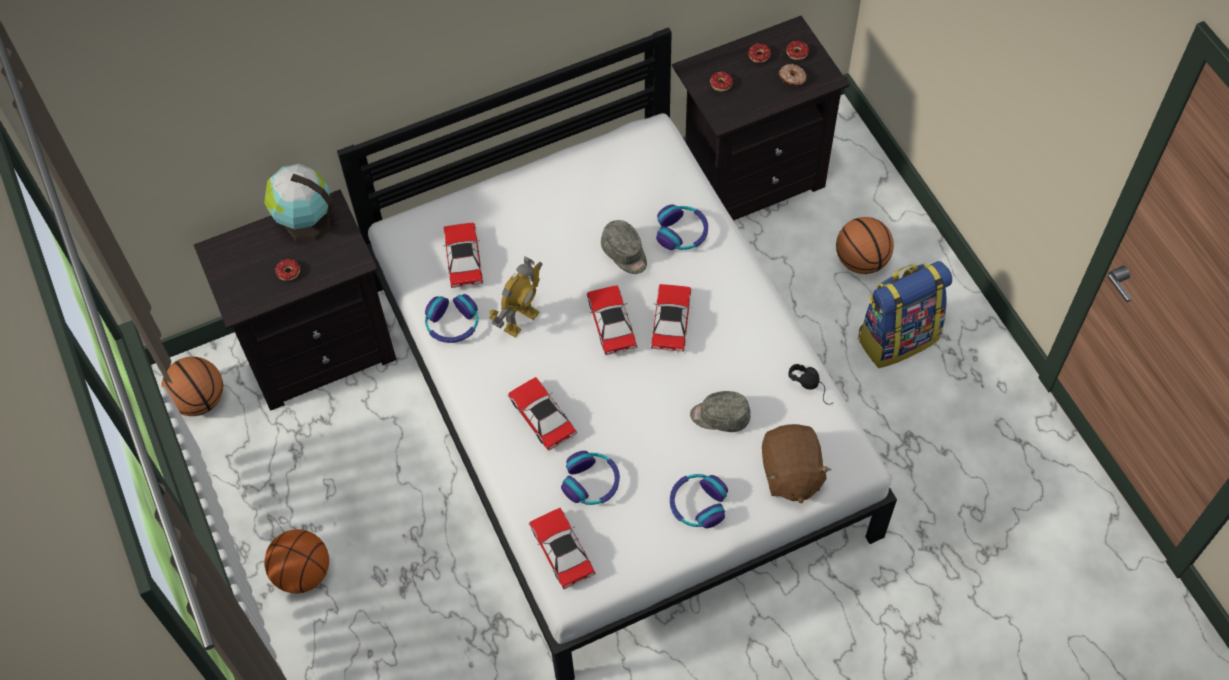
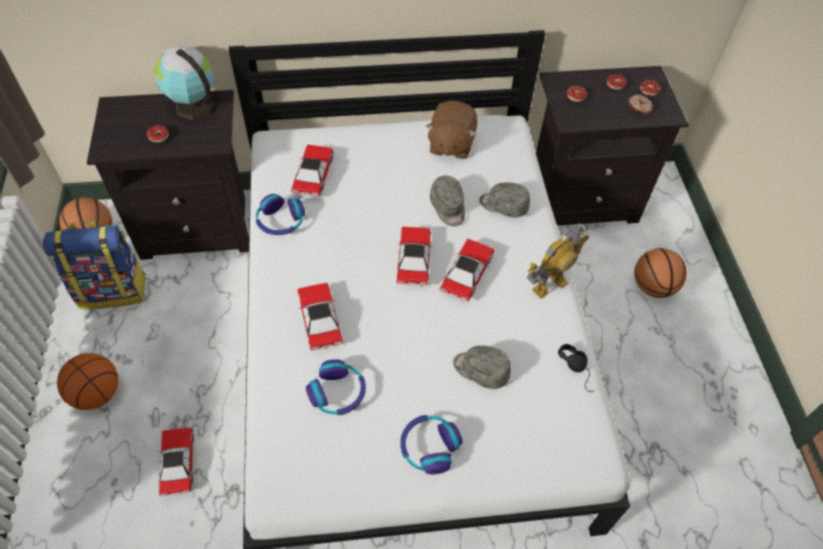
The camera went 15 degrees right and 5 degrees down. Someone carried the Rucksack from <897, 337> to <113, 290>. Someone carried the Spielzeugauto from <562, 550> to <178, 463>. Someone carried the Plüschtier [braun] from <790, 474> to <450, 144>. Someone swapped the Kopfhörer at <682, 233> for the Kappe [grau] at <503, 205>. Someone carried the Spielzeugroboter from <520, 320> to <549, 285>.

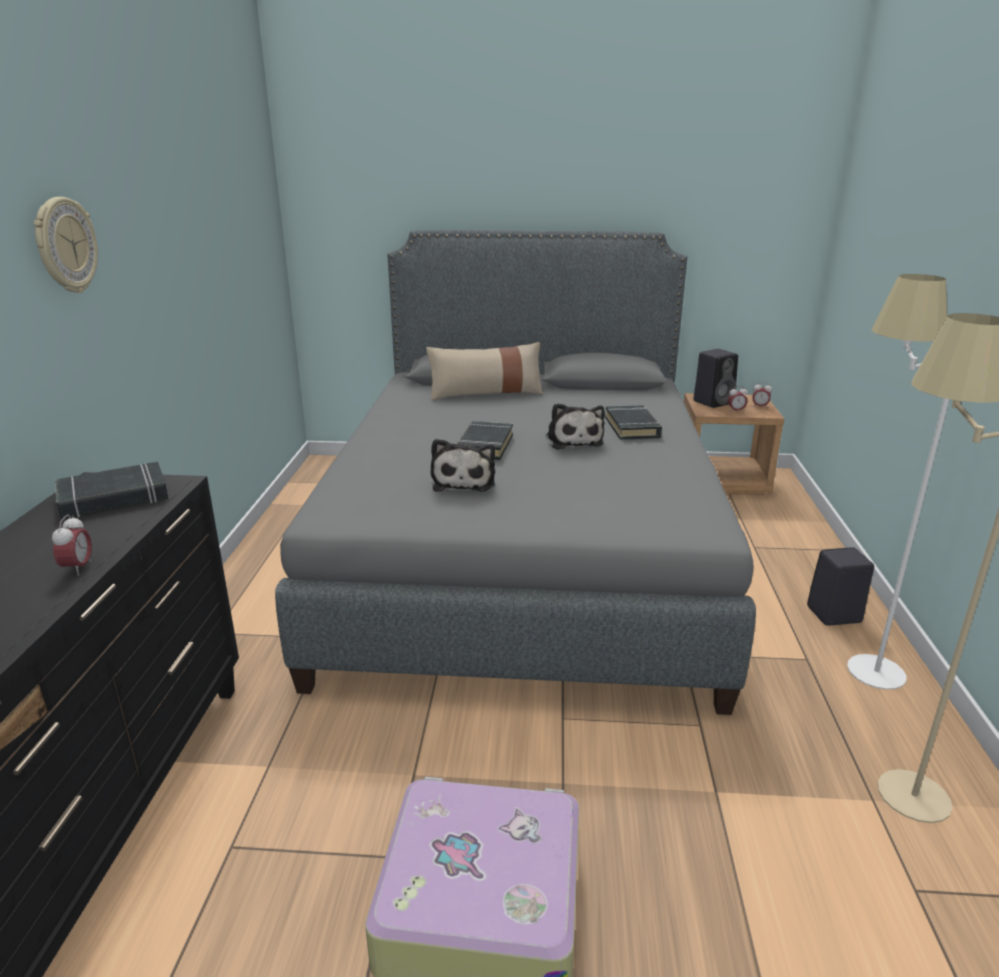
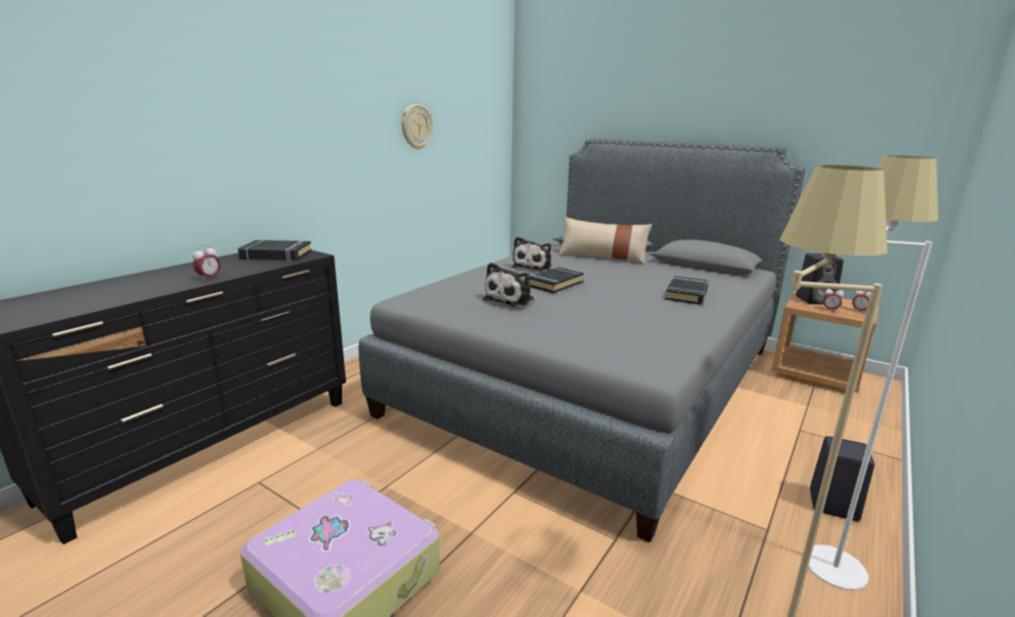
The camera went 30 degrees right and 5 degrees down. Someone carried the Wanduhr from <65, 245> to <416, 127>. Someone carried the Plüschtier from <573, 440> to <533, 266>.

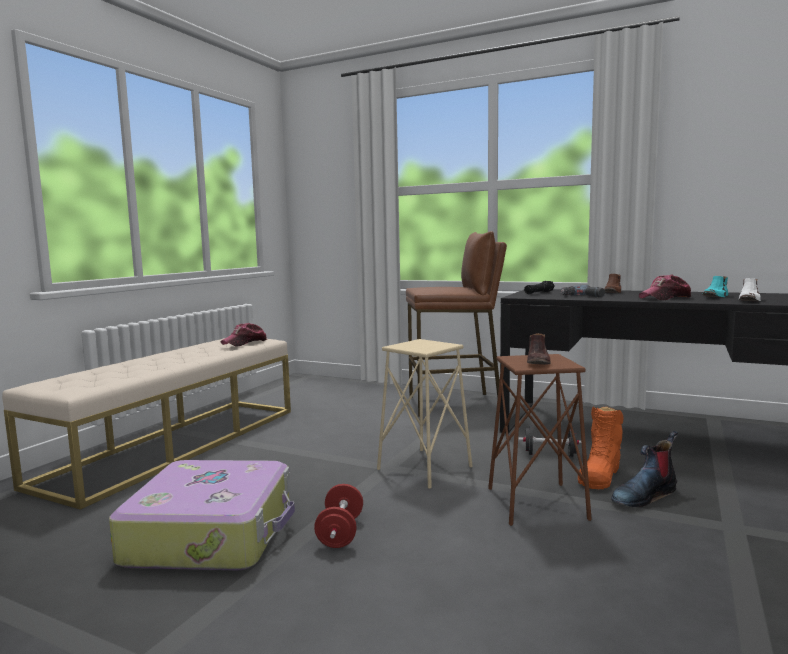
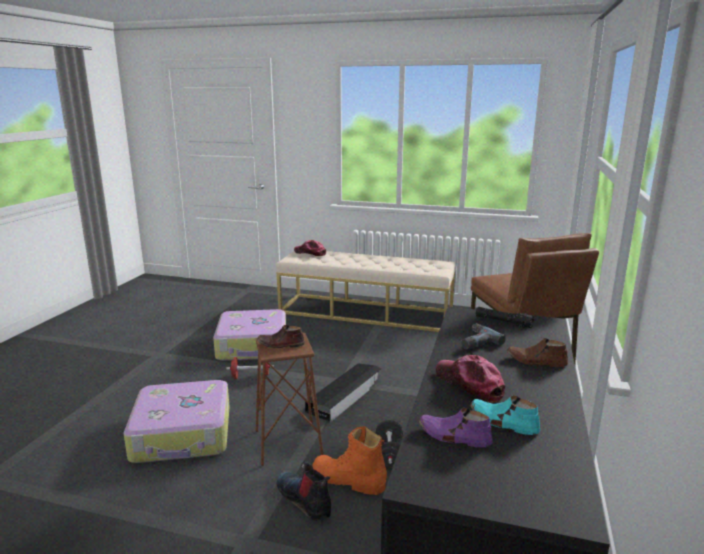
The camera went 80 degrees right and 10 degrees up. Someone put down the Koffer at <183, 434>. Someone carried the Kappe from <245, 342> to <310, 253>. Someone swapped the Hocker [beige] at <425, 468> for the Aufbewahrungsbox [schwarz] at <345, 395>. Someone repainted the Schuh [weiß] at <749, 300>, which became the Schuh [lila] at <454, 436>.

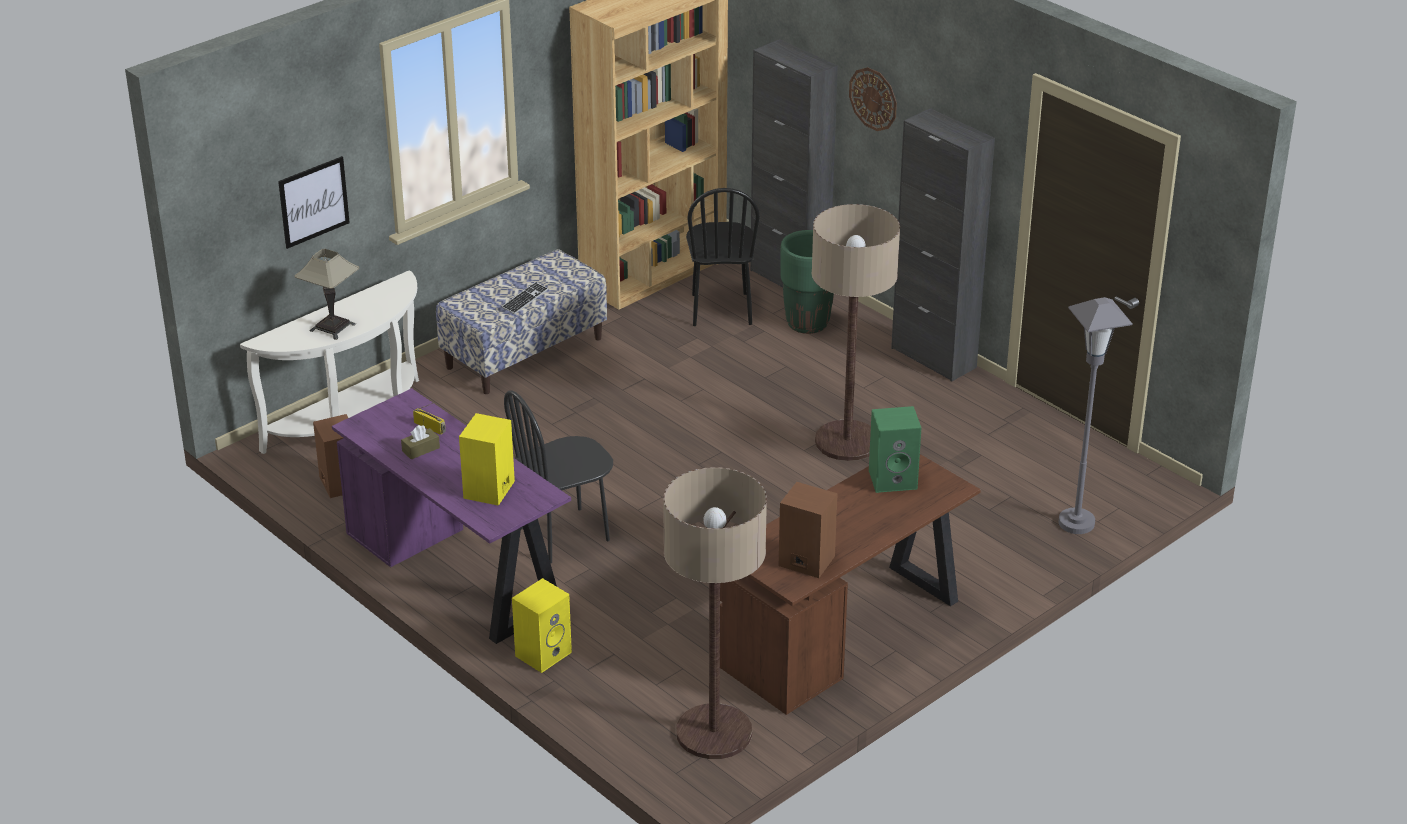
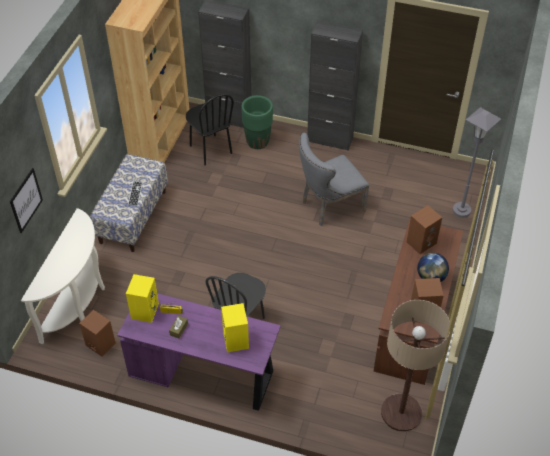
The camera went 30 degrees left and 15 degrees up. Someone carried the Lautsprecher [gelb] from <543, 653> to <144, 310>. Someone swapped the Stehlampe at <847, 441> for the Stuhl [grau] at <329, 206>. Someone repainted the Lautsprecher [grün] at <894, 479>, which became the Lautsprecher [braun] at <421, 242>. Someone put down the Globus at <430, 277>. Someone took away the Tischlampe at <332, 327>. Someone took away the Wanduhr at <873, 98>.

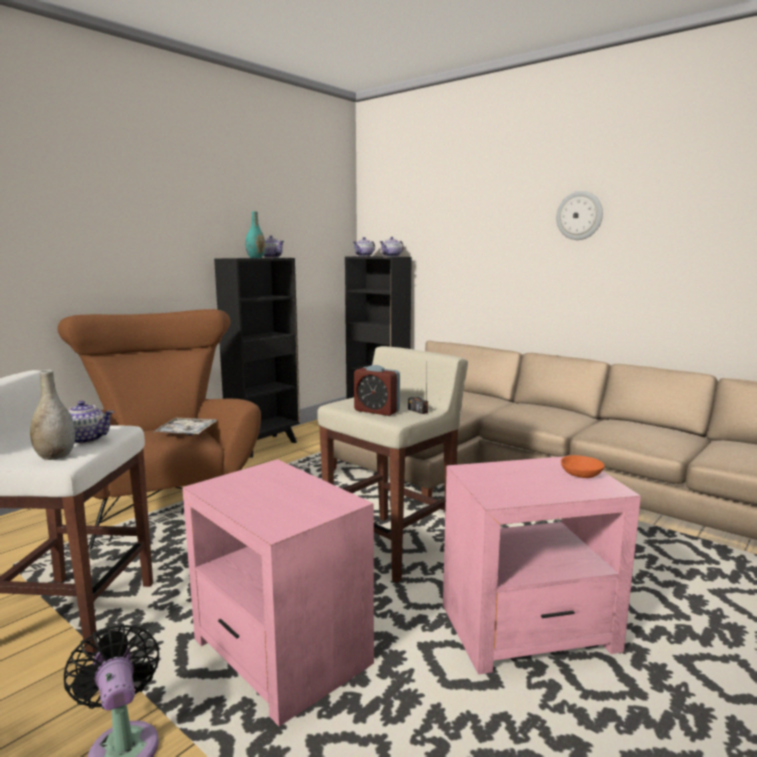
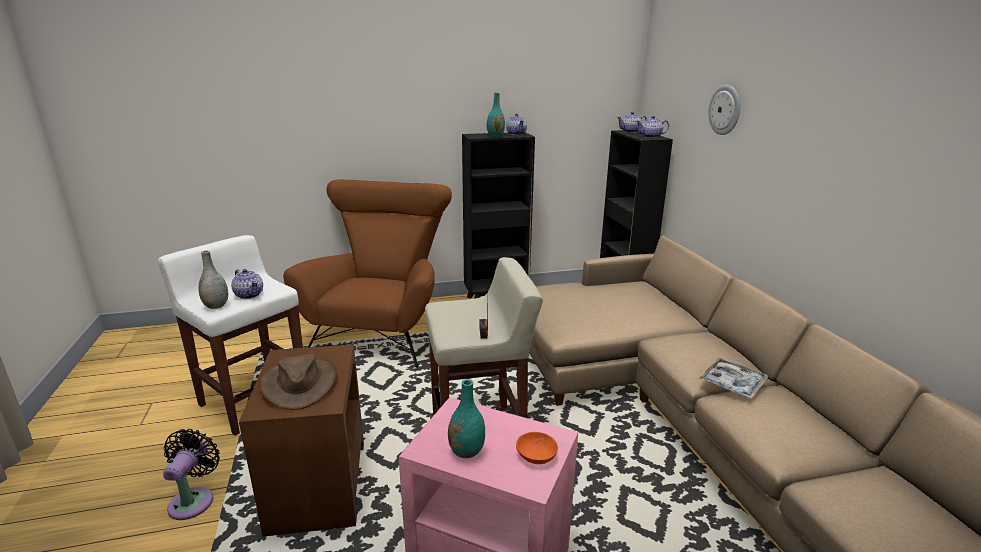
The camera went 35 degrees right and 10 degrees up. Someone repainted the Beistelltisch [rosa] at <281, 653>, which became the Beistelltisch [braun] at <317, 486>. Someone put down the Hut [braun] at <299, 384>. Someone put down the Vase [türkis] at <466, 451>. Someone carried the Tablett from <187, 432> to <732, 383>. Someone carried the Wanduhr from <579, 215> to <725, 110>. Someone took away the Wecker at <376, 411>.

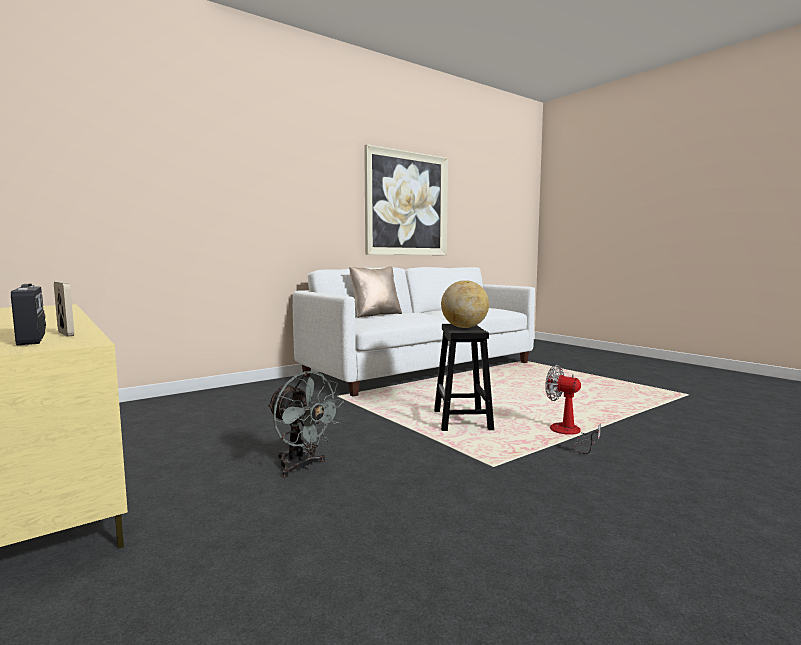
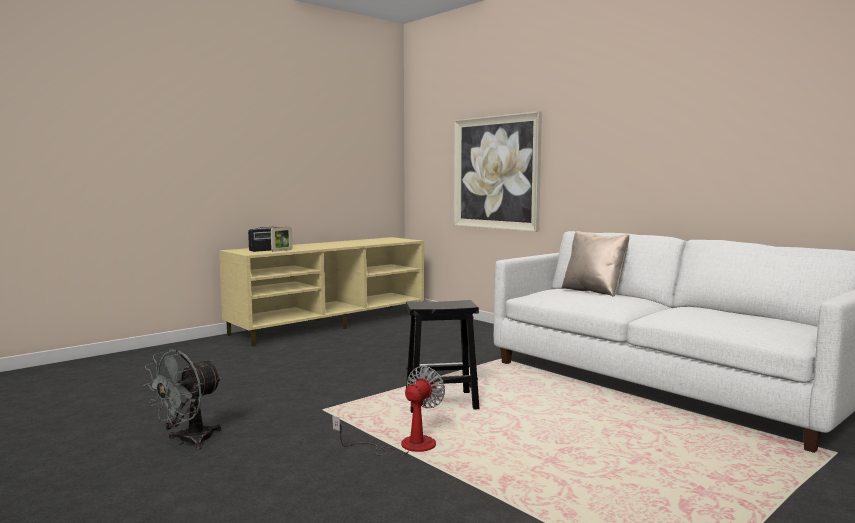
The camera went 85 degrees right and 0 degrees up. Someone carried the Ventilator [grau] from <302, 467> to <188, 441>. Someone carried the Bild from <407, 204> to <496, 172>. Someone took away the Globus at <464, 327>.

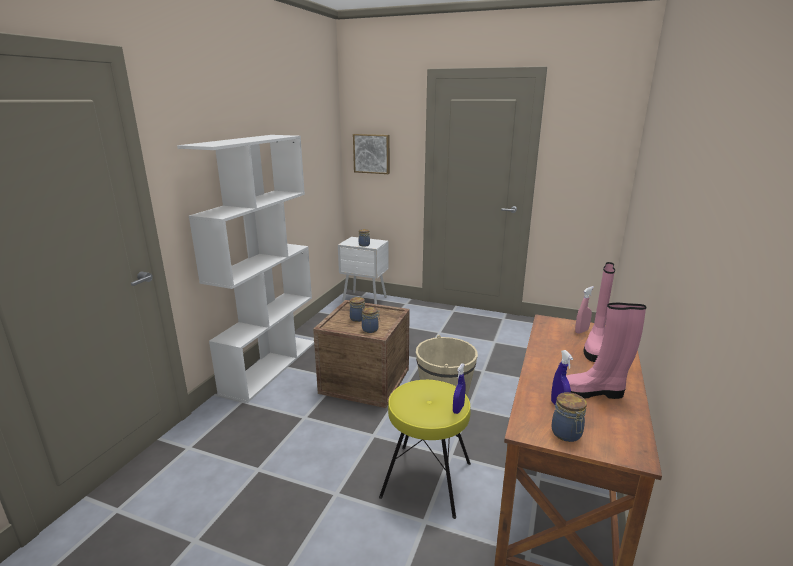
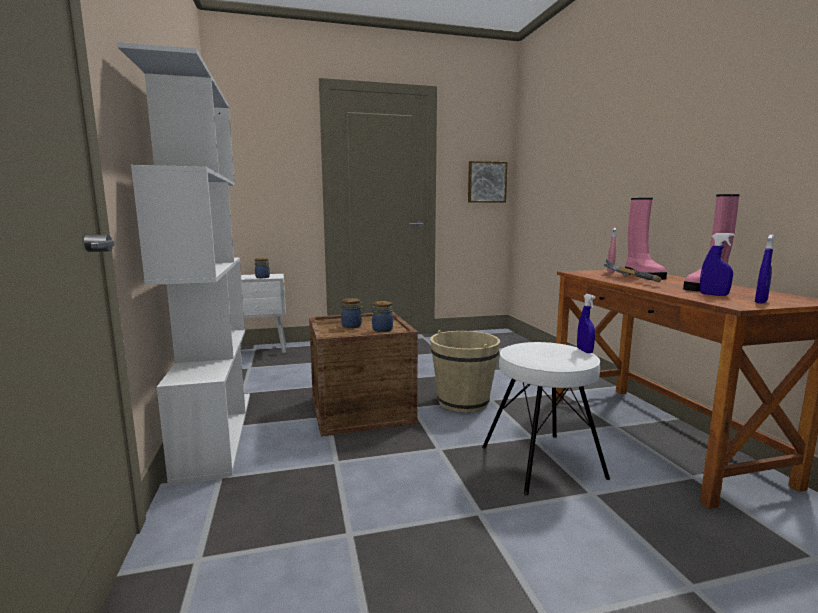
The camera went 35 degrees left and 10 degrees down. Someone carried the Bild from <372, 153> to <486, 182>. Someone repainted the Hocker [gelb] at <426, 479>, which became the Hocker [weiß] at <541, 462>. Someone put down the Hammer at <633, 280>. Someone swapped the Vorratsglas at <567, 434> for the Sprühflasche [blau] at <761, 302>.

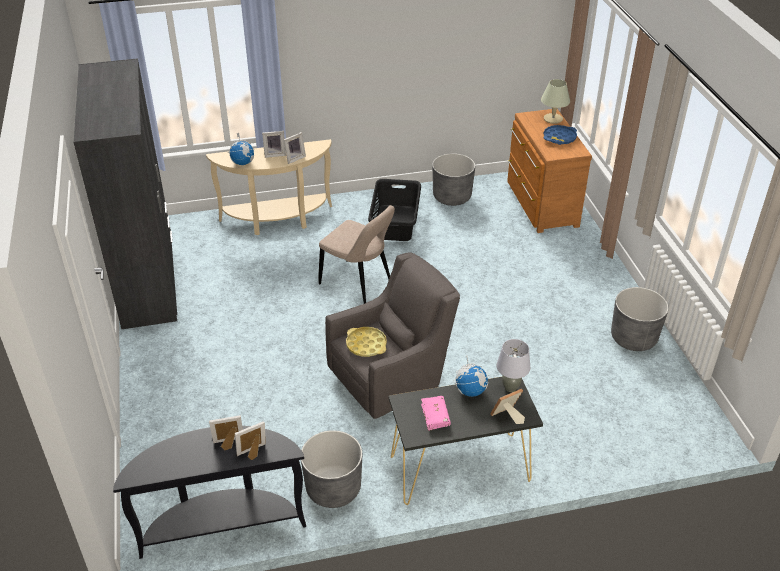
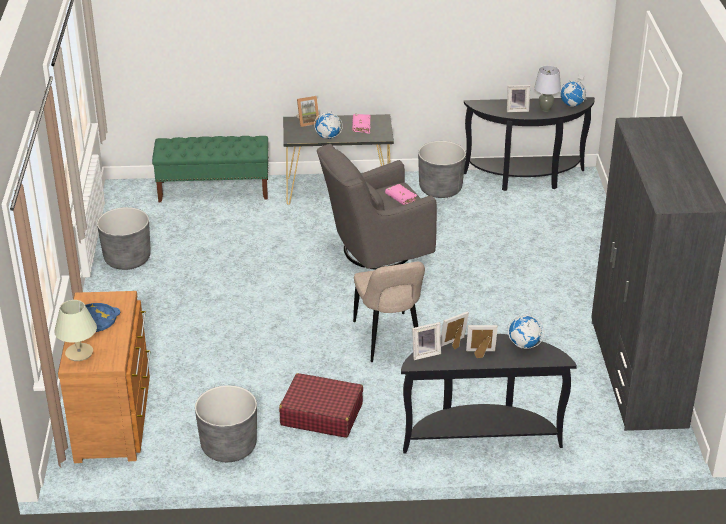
The camera went 170 degrees left and 5 degrees down. Someone put down the Bank [grün] at <214, 190>. Someone swapped the Wäschekorb [schwarz] at <395, 222> for the Koffer [rot] at <321, 414>. Someone rotated the Stuhl [beige] at <358, 284> by 150 degrees counterclockwise. Someone swapped the Tablett [gelb] at <366, 345> for the Buch [rosa] at <401, 198>. Someone repainted the Konsolentisch [beige] at <277, 221>, which became the Konsolentisch [schwarz] at <480, 436>. Someone carried the Bilderrahmen from <253, 453> to <425, 353>. Someone carried the Tischlampe [grau] from <511, 387> to <545, 109>. Someone put down the Globus at <572, 104>.

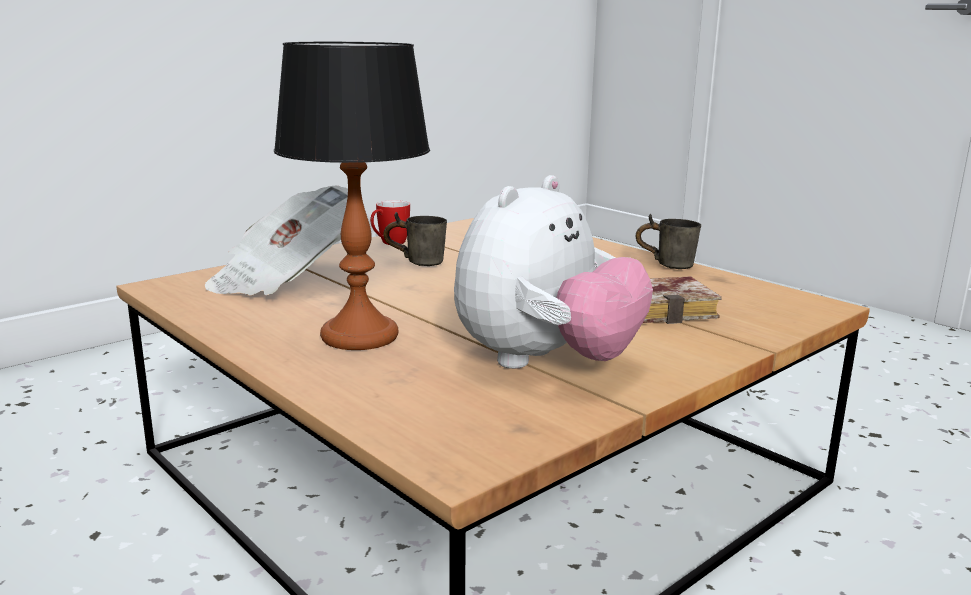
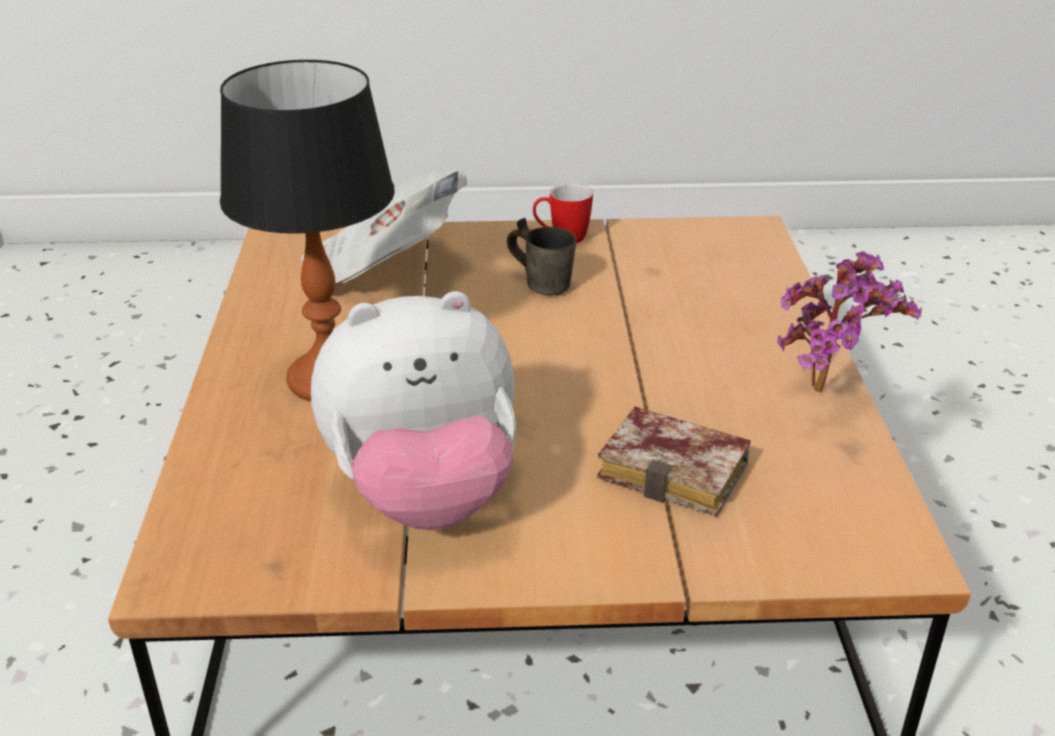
The camera went 40 degrees right and 15 degrees up. Someone swapped the Henkelbecher [grau] at <666, 264> for the Topfpflanze at <828, 394>.

